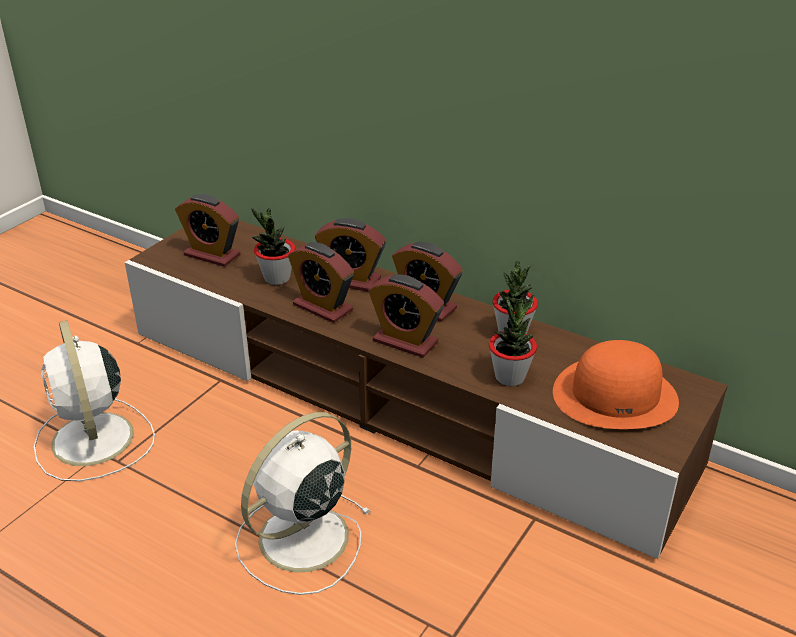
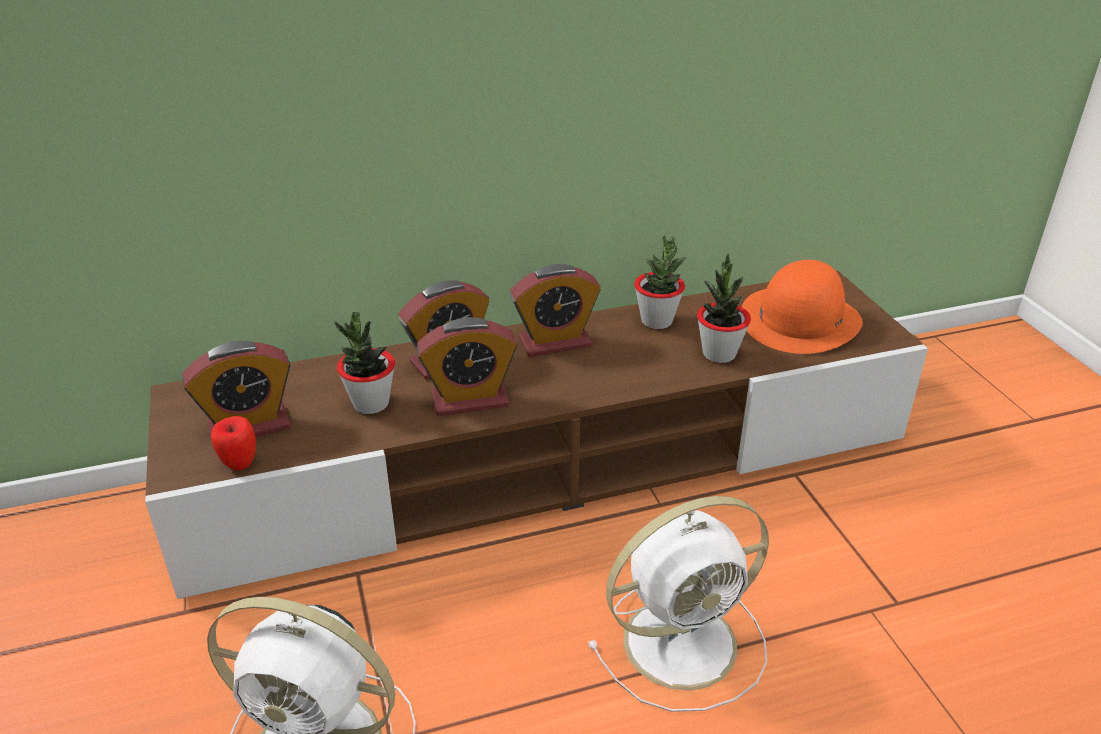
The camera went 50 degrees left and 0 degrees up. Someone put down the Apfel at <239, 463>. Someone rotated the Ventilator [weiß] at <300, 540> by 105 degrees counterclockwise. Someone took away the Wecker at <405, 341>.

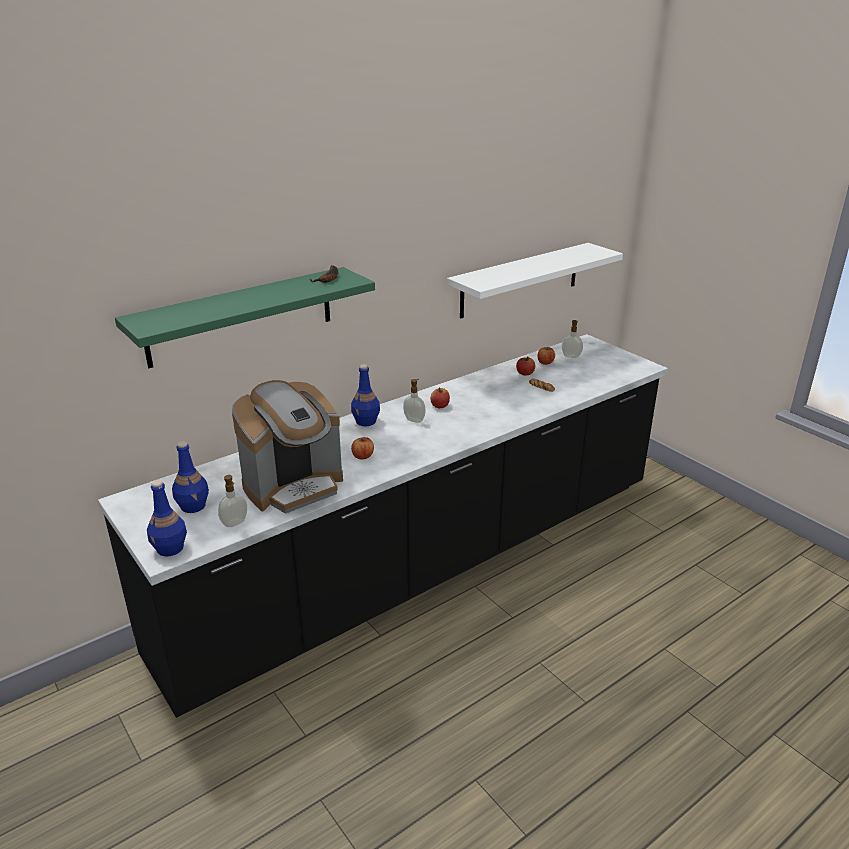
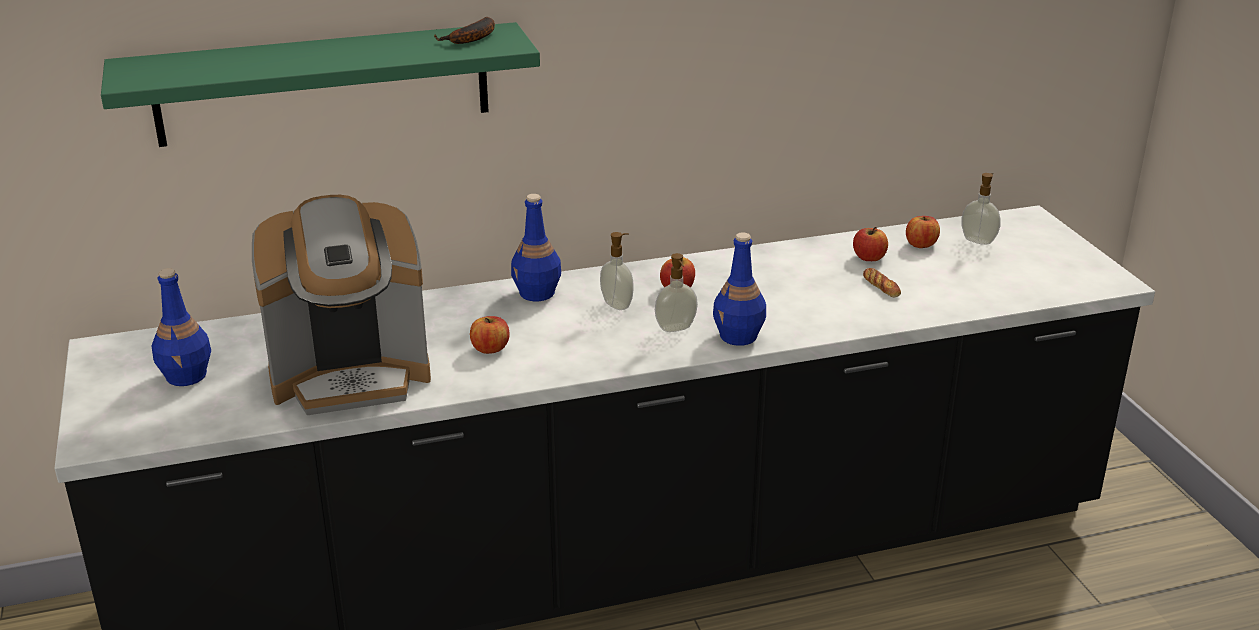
The camera went 20 degrees right and 0 degrees up. Someone carried the Seifenspender from <235, 523> to <676, 329>. Someone carried the Flasche [blau] from <170, 548> to <739, 336>. Someone took away the Wandregal [weiß] at <520, 280>.

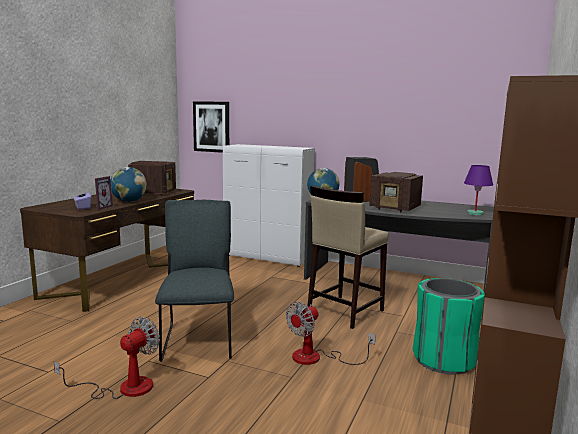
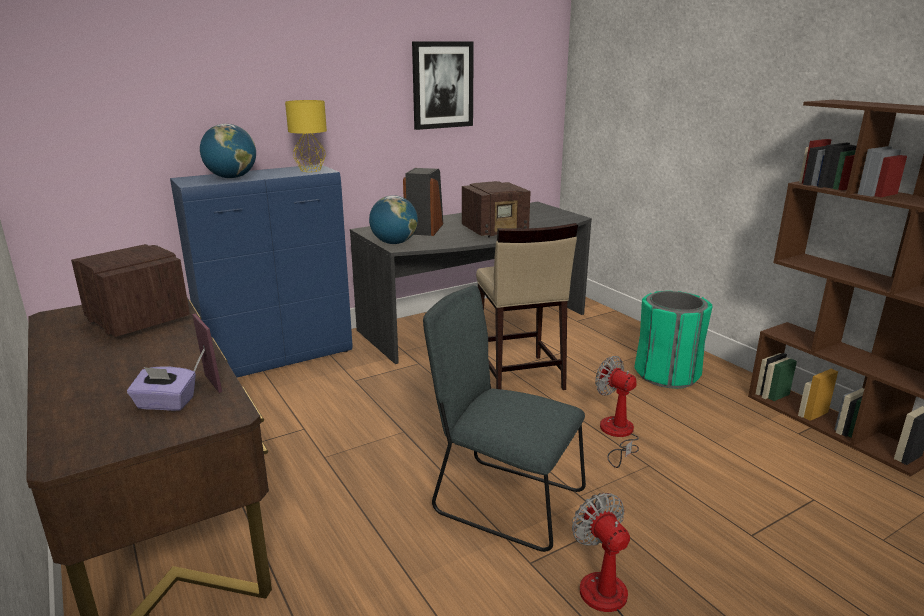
The camera went 55 degrees left and 10 degrees up. Someone repainted the Schrank [weiß] at <268, 257>, which became the Schrank [blau] at <280, 358>. Someone carried the Globus from <129, 201> to <231, 178>. Someone put down the Tischlampe [gelb] at <310, 170>. Someone carried the Bild from <211, 126> to <442, 85>. Someone rotated the Ventilator at <317, 358> by 150 degrees clockwise. Someone took away the Tischlampe [lila] at <475, 213>.

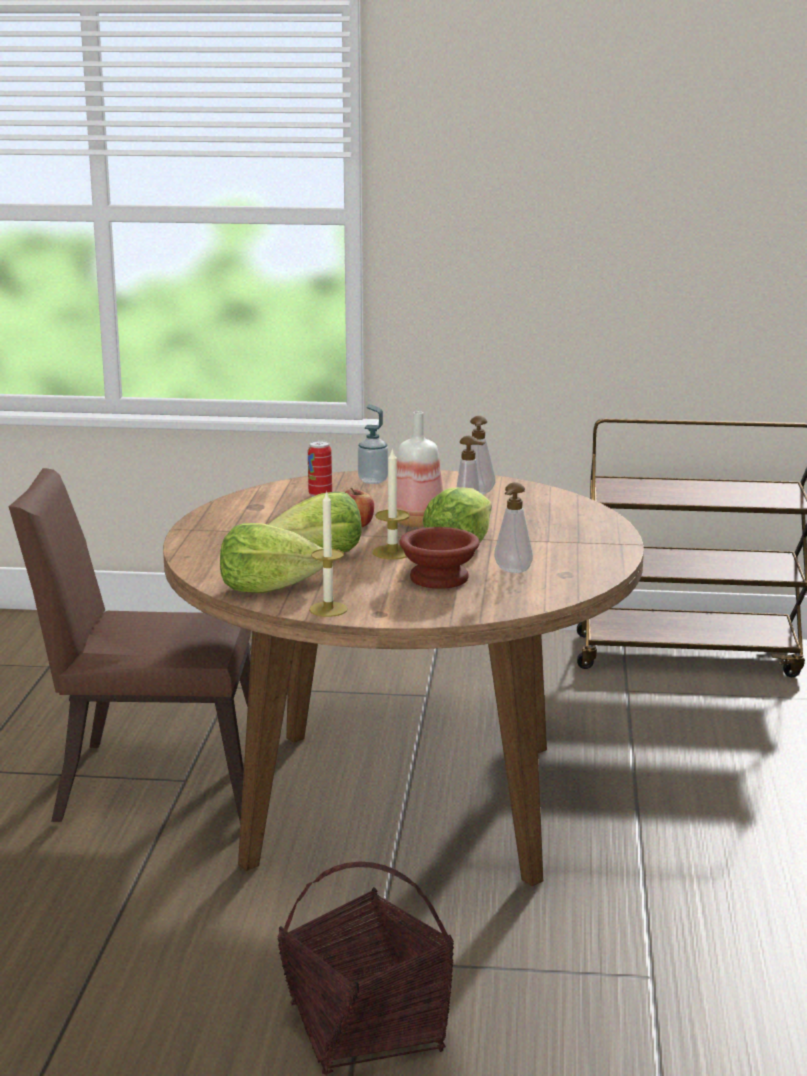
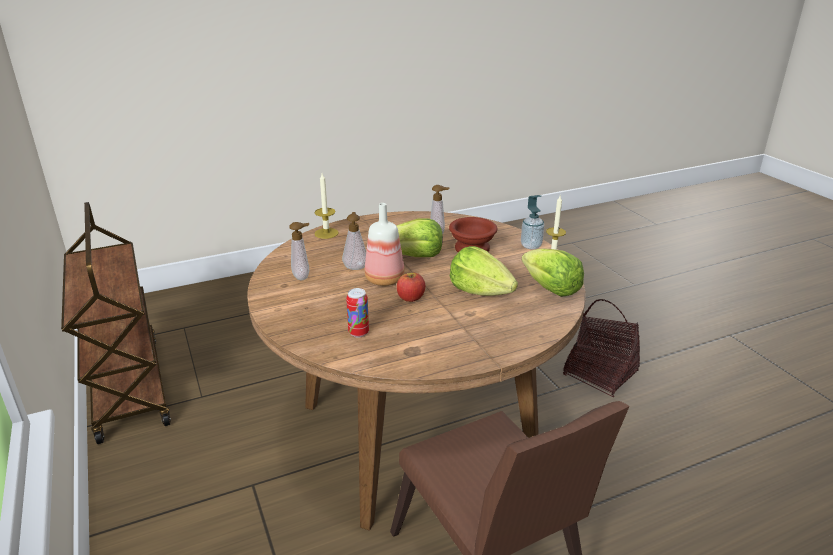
The camera went 120 degrees left and 10 degrees up. Someone carried the Kerze from <392, 552> to <326, 233>. Someone carried the Seifenspender from <373, 481> to <531, 246>.

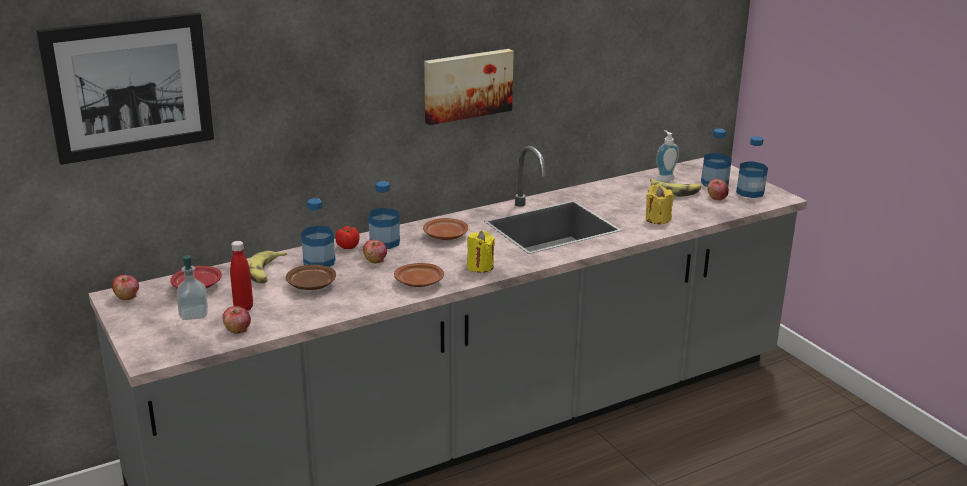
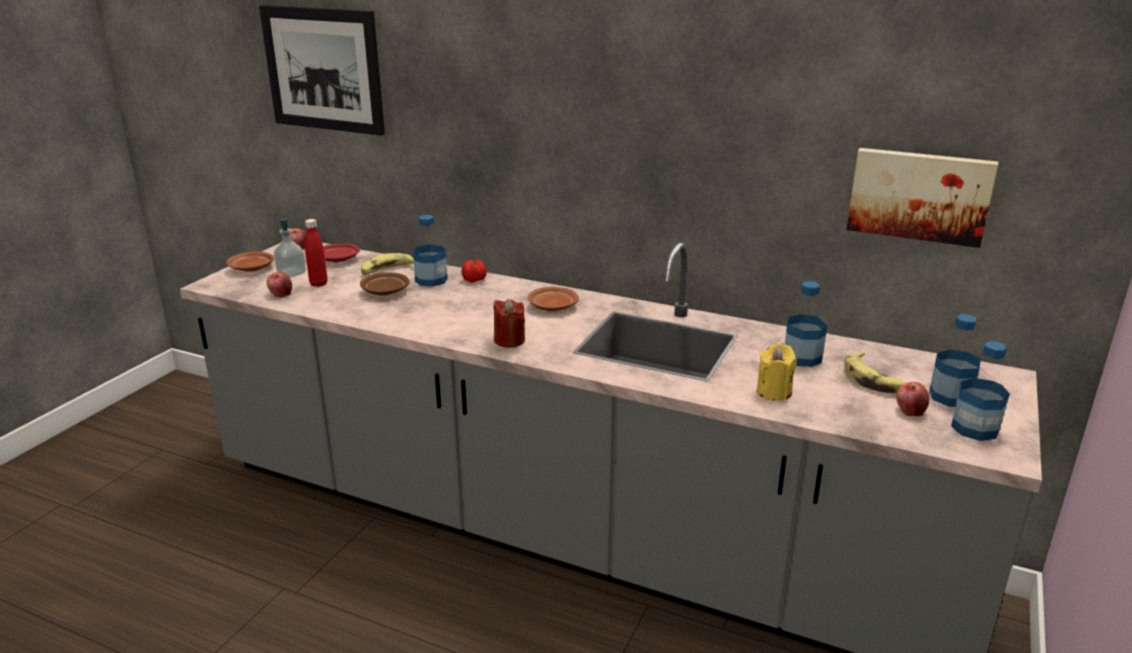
The camera went 55 degrees right and 0 degrees up. Someone carried the Teller [braun] from <420, 283> to <251, 269>. Someone repainted the Kerze [gelb] at <480, 267>, which became the Kerze [rot] at <509, 340>. Someone carried the Flasche from <385, 242> to <802, 357>. Someone carried the Bild from <467, 85> to <919, 195>. Someone took away the Apfel at <375, 260>. Someone took away the Seifenspender at <664, 178>.

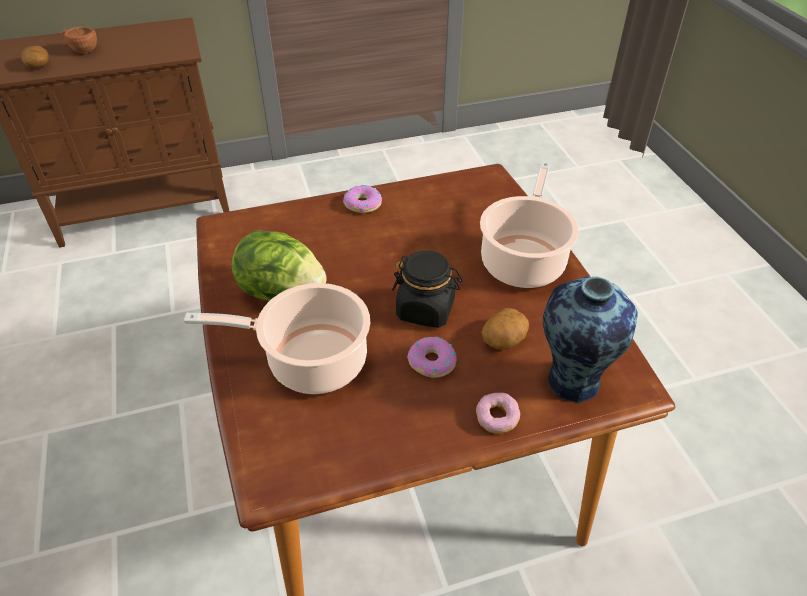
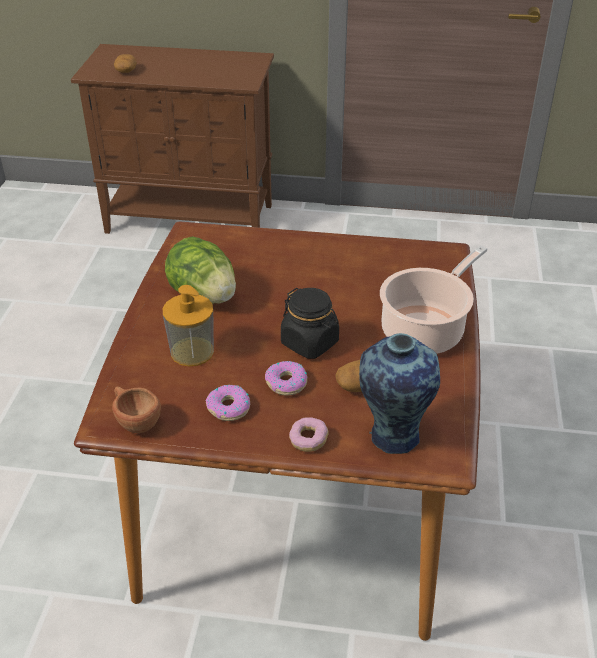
The camera went 25 degrees right and 5 degrees down. Someone carried the Tasse [braun] from <82, 50> to <135, 421>. Someone swapped the Kochtopf at <310, 361> for the Seifenspender at <192, 351>. Someone carried the Donut from <362, 204> to <228, 408>.

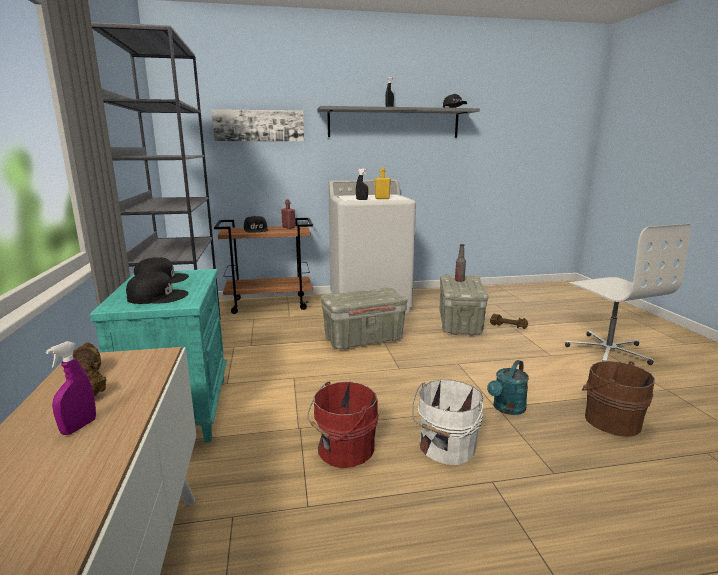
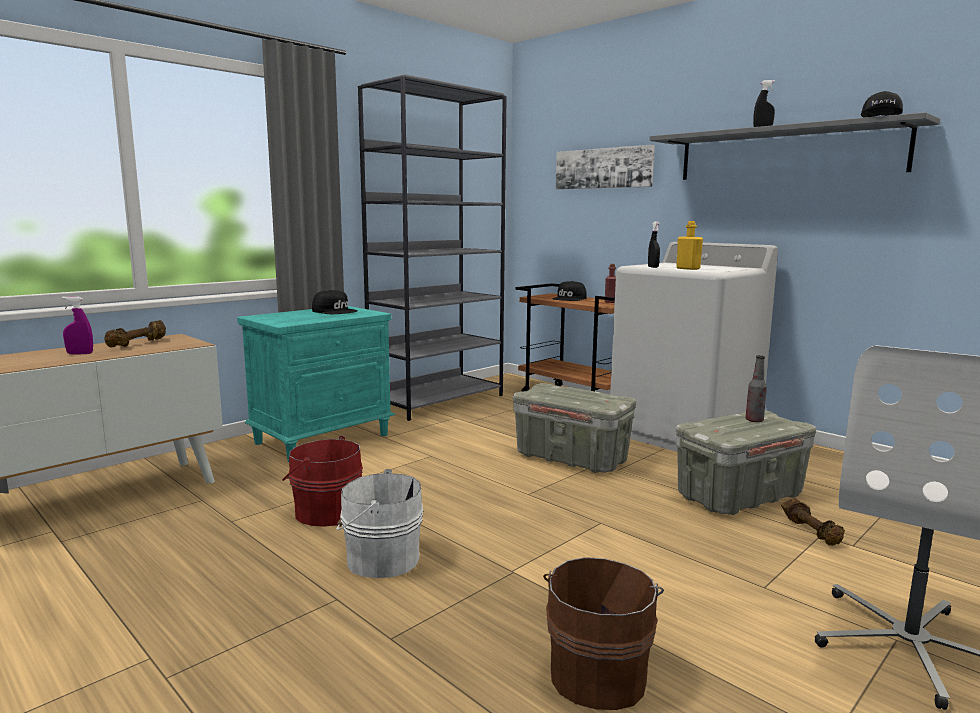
The camera went 55 degrees right and 5 degrees down. Someone took away the Kappe [schwarz] at <157, 296>. Someone took away the Gießkanne [türkis] at <507, 409>.

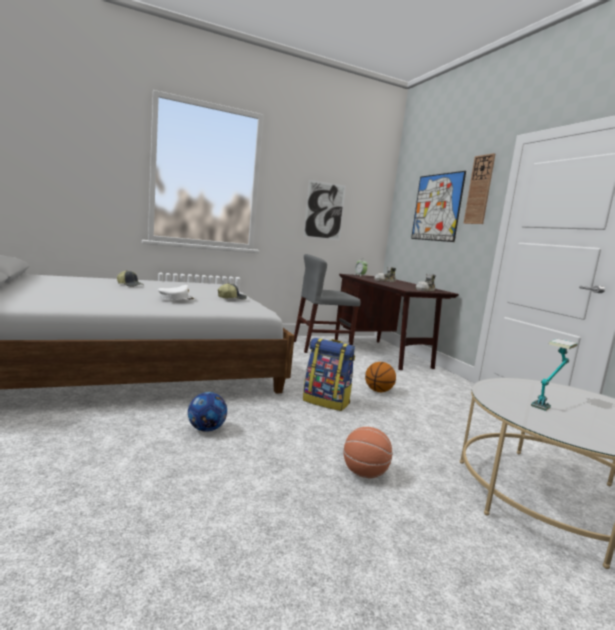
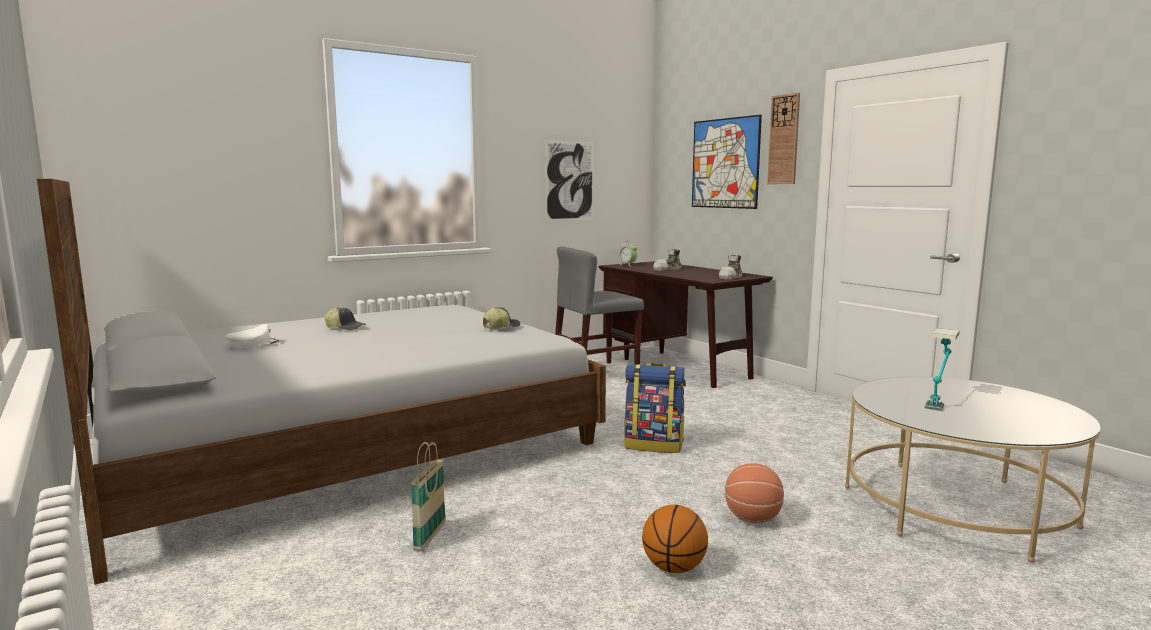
The camera went 10 degrees left and 0 degrees up. Someone carried the Kappe [weiß] from <176, 298> to <254, 344>. Someone put down the Korb at <430, 536>. Someone carried the Basketball from <378, 391> to <674, 568>. Someone took away the Fußball at <206, 429>.

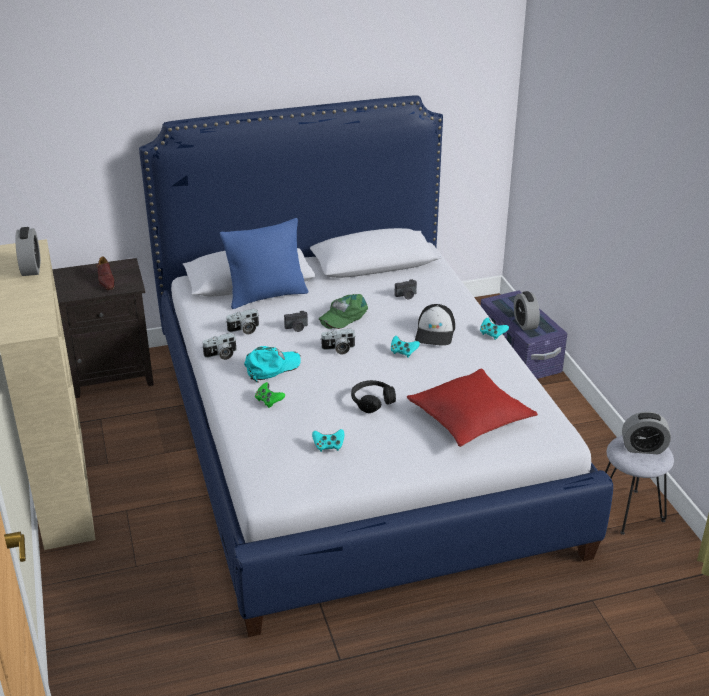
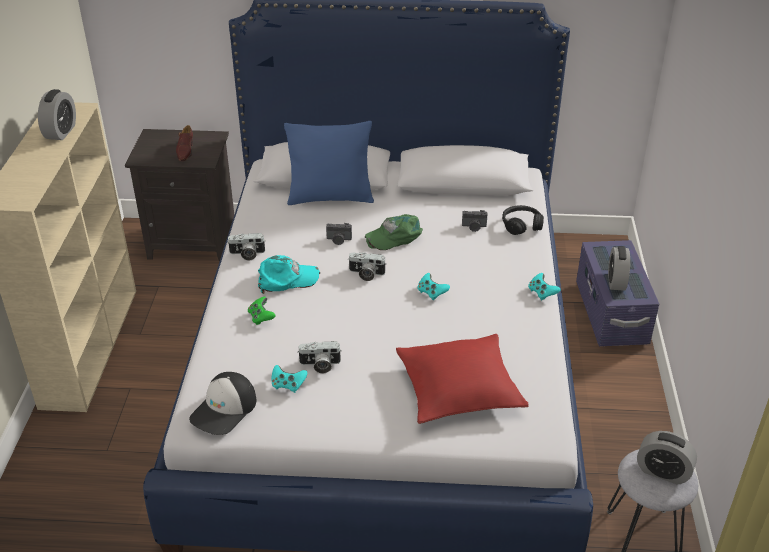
The camera went 20 degrees right and 5 degrees up. Someone carried the Kappe from <435, 332> to <224, 409>. Someone carried the Kamera from <244, 330> to <320, 365>. Someone carried the Kopfhörer [schwarz] from <372, 401> to <521, 225>.

